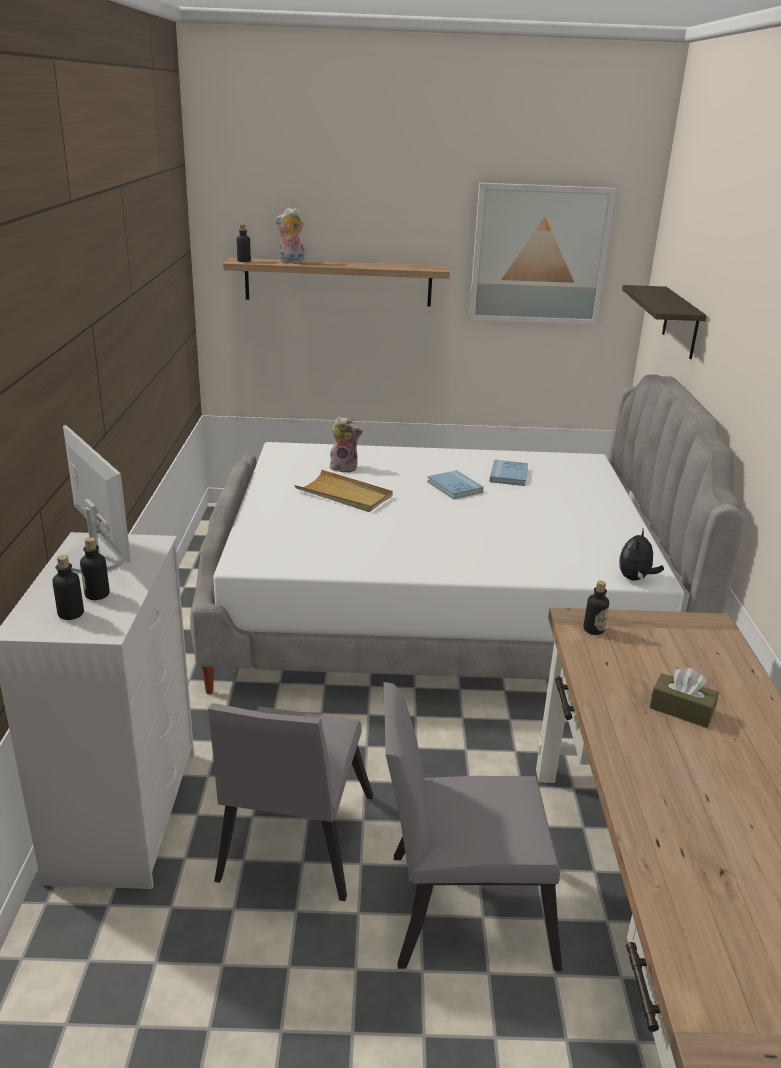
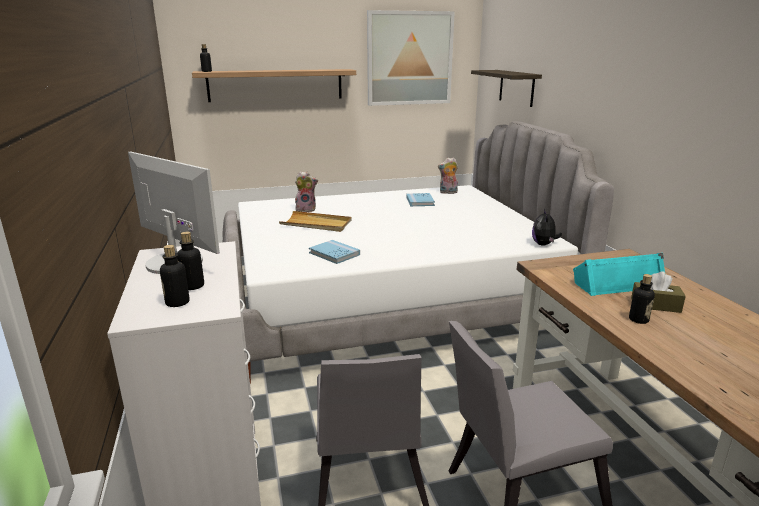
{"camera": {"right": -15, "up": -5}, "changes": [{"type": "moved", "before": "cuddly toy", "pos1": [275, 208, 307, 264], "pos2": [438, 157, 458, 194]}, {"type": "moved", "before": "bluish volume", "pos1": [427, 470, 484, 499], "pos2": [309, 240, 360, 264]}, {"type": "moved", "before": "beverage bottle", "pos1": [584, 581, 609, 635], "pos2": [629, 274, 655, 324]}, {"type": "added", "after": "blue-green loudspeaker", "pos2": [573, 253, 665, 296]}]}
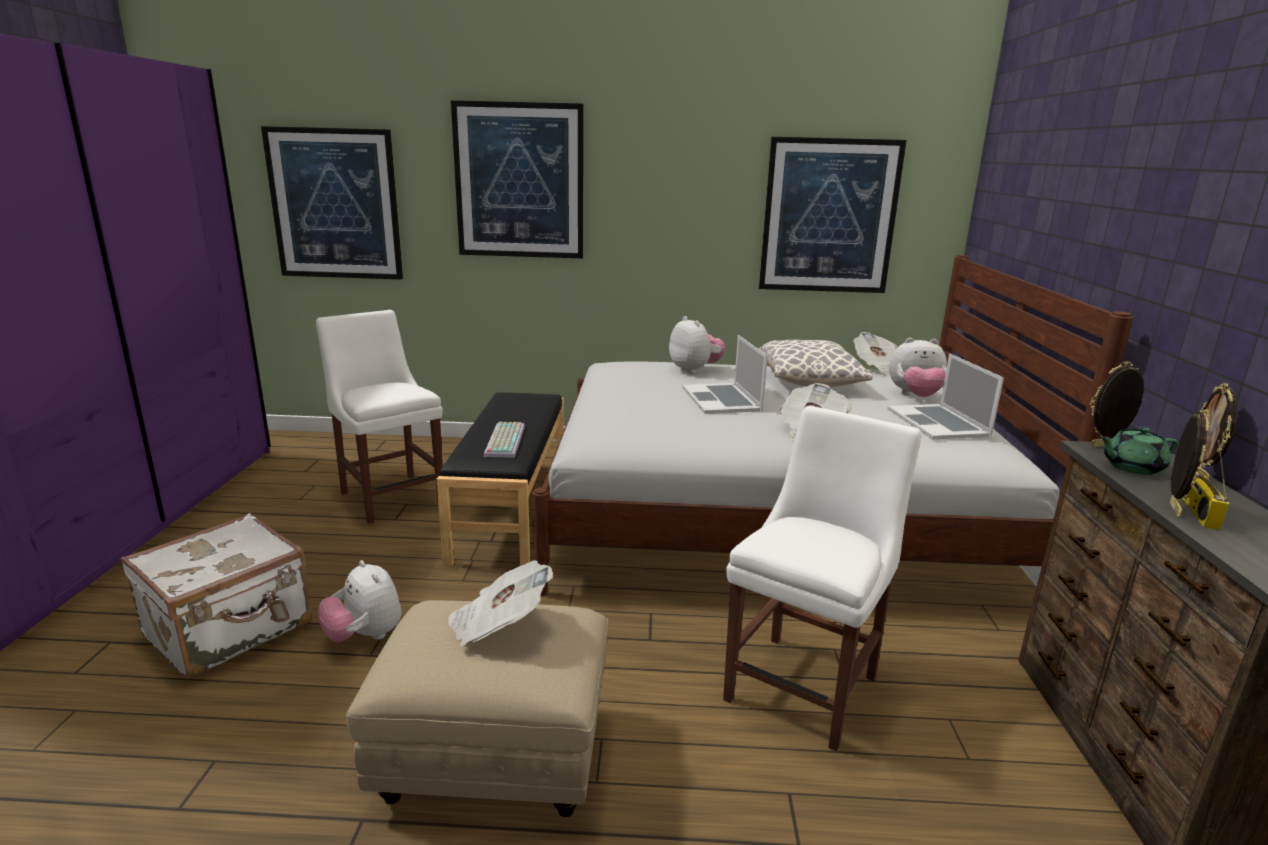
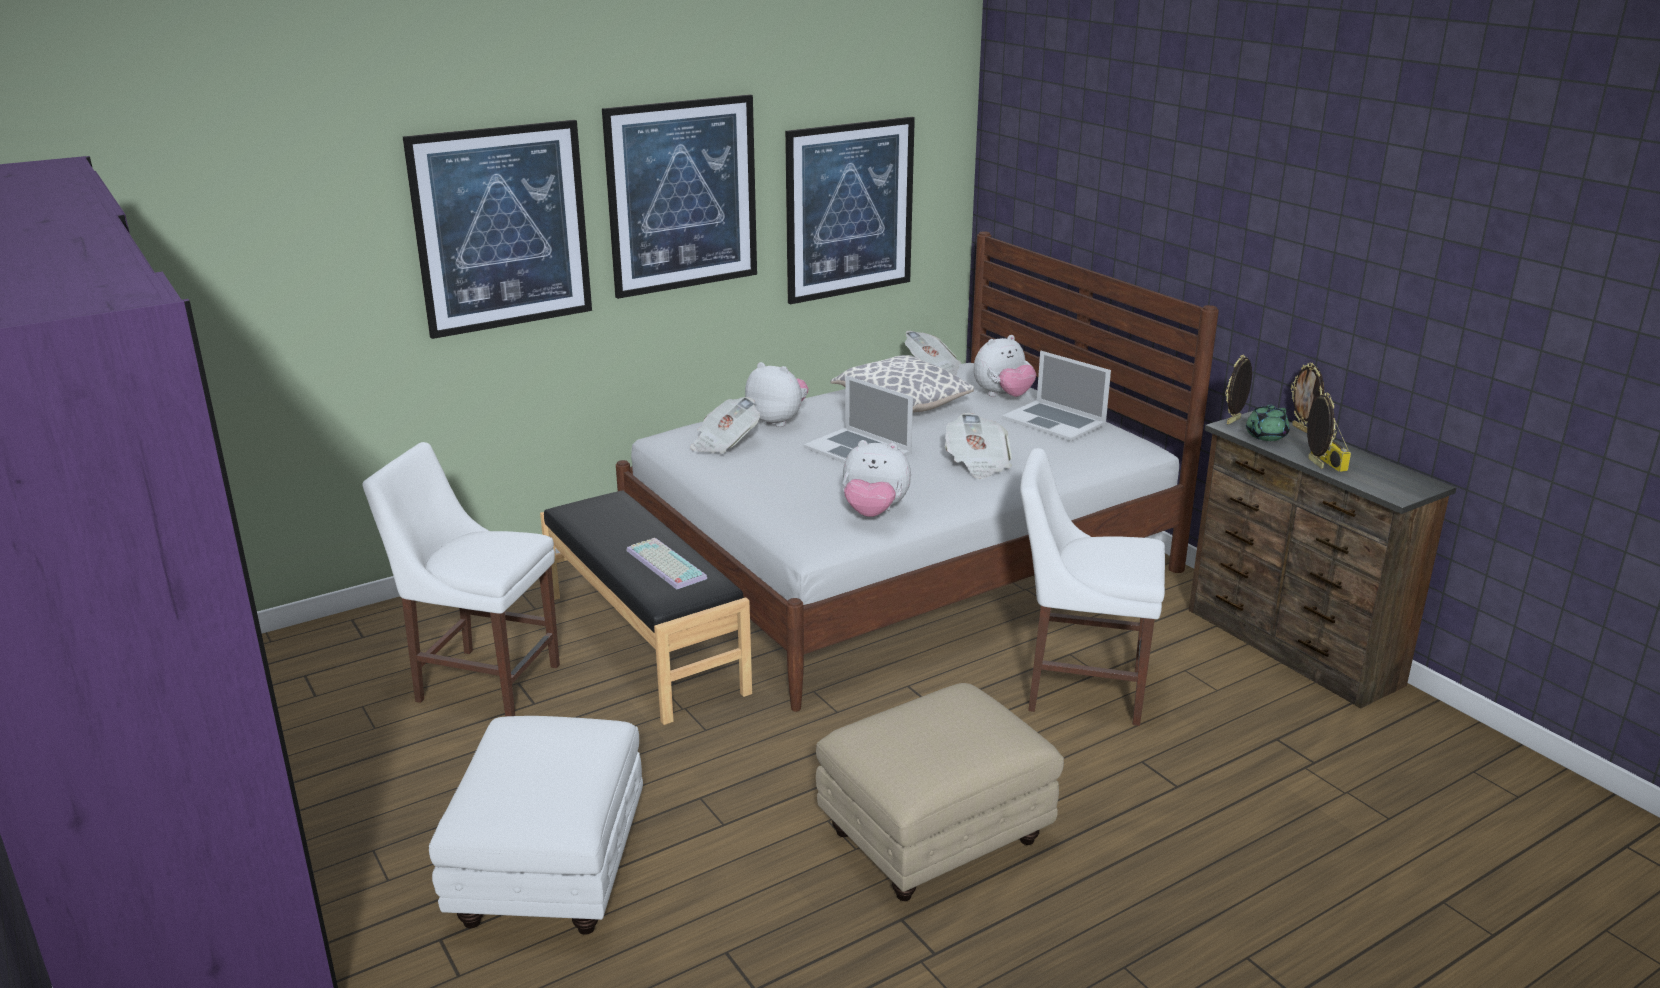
{"camera": {"right": -35, "up": 5}, "changes": [{"type": "moved", "before": "picture", "pos1": [261, 126, 403, 279], "pos2": [602, 94, 757, 299]}, {"type": "turned", "before": "white upright chair", "pos1": [723, 406, 921, 751], "pos2": [1020, 448, 1165, 726], "turn": -75}, {"type": "replaced", "before": "white piece of luggage", "after": "white pouffe", "pos1": [121, 513, 312, 679], "pos2": [429, 716, 643, 935]}, {"type": "moved", "before": "cuddly toy", "pos1": [318, 560, 402, 642], "pos2": [843, 440, 911, 517]}, {"type": "moved", "before": "printed paper", "pos1": [448, 560, 553, 647], "pos2": [690, 397, 760, 454]}]}
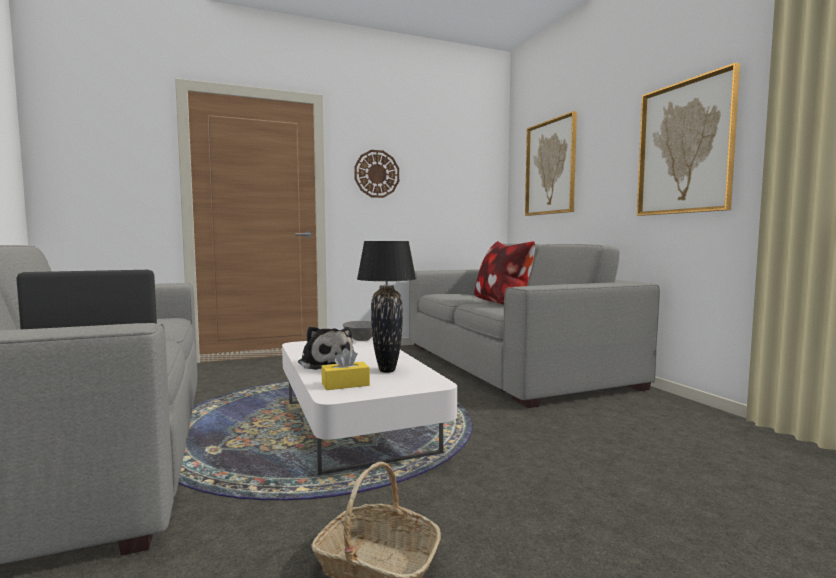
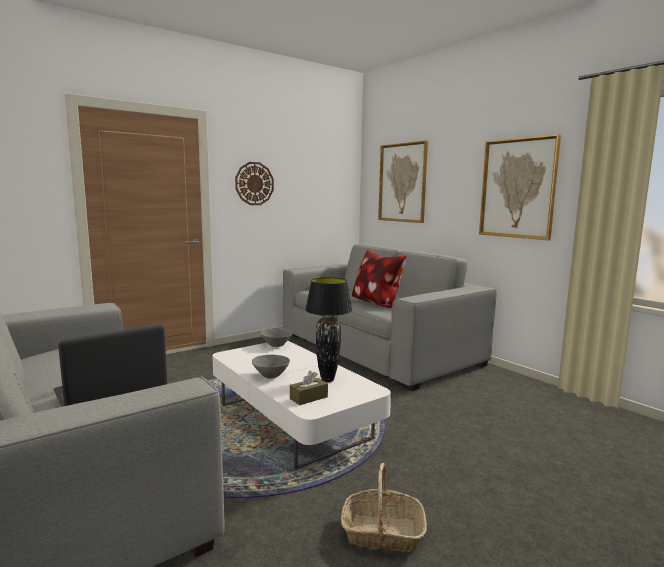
{"camera": {"right": -15, "up": 5}, "changes": [{"type": "replaced", "before": "cuddly toy", "after": "greyish deep dish", "pos1": [298, 327, 354, 370], "pos2": [252, 355, 290, 378]}, {"type": "recoloured", "before": "yellow tissue holder", "after": "brown tissue holder", "pos1": [321, 348, 370, 390], "pos2": [290, 371, 328, 405]}]}
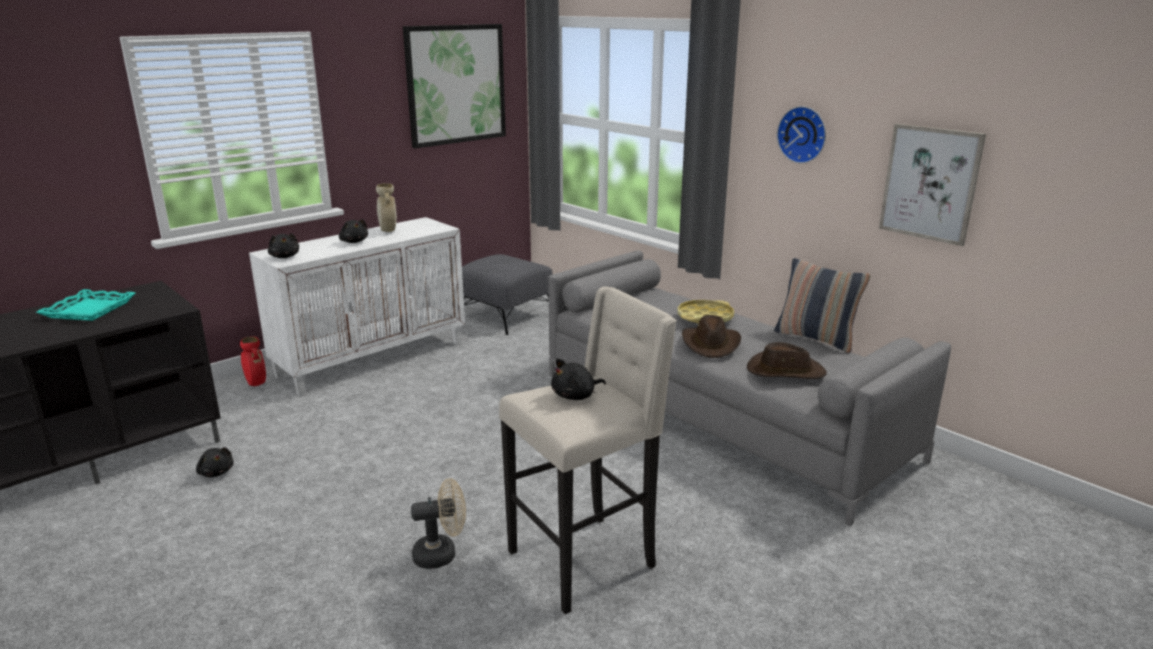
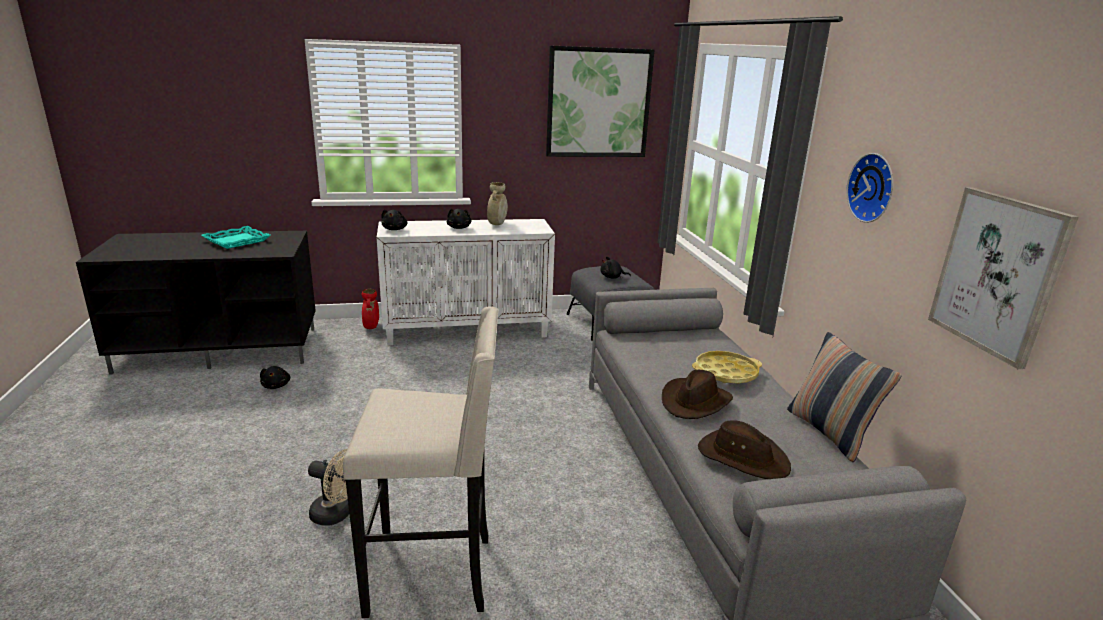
{"camera": {"right": 30, "up": 0}, "changes": [{"type": "moved", "before": "black-coloured cuddly toy", "pos1": [551, 358, 606, 400], "pos2": [601, 256, 631, 279]}]}
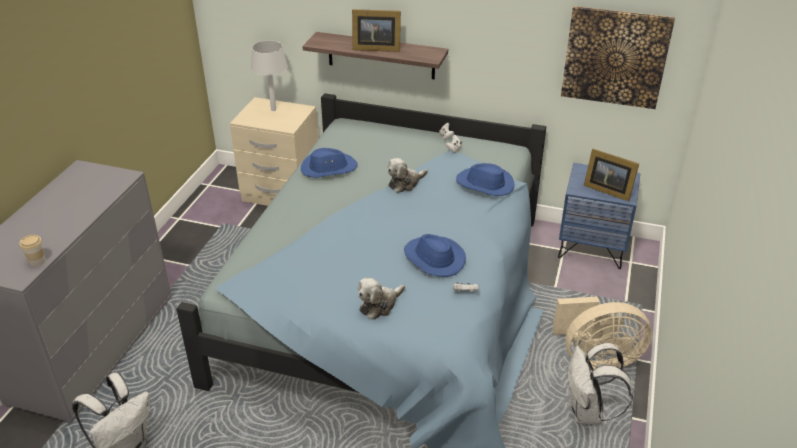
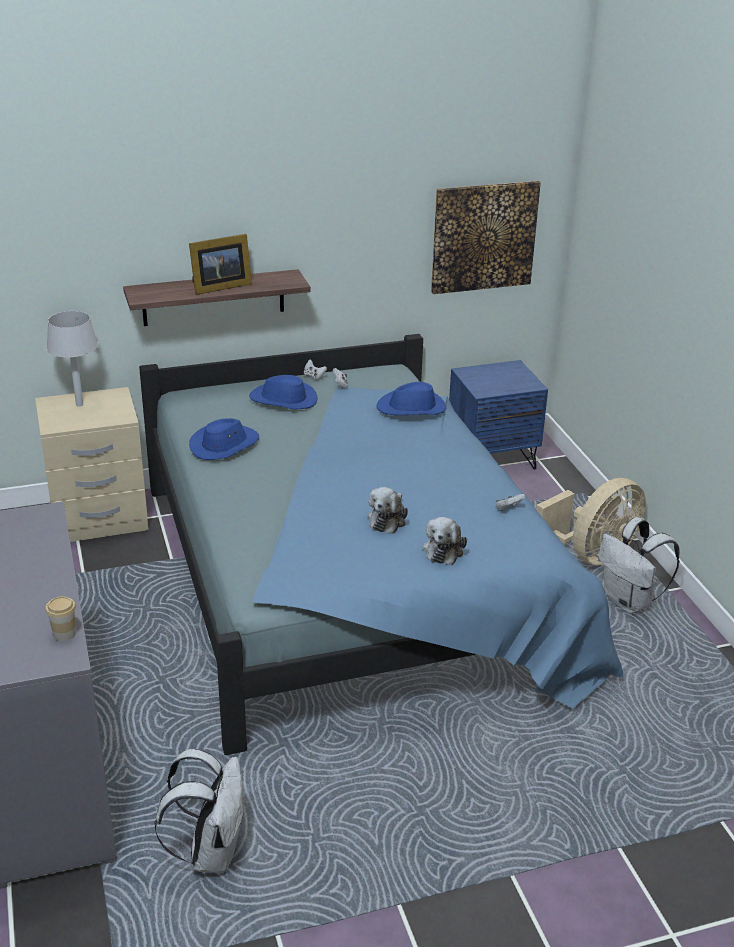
{"camera": {"right": -35, "up": -5}, "changes": [{"type": "removed", "before": "standing frame", "pos1": [584, 149, 639, 201]}, {"type": "moved", "before": "cuddly toy", "pos1": [387, 158, 428, 193], "pos2": [367, 487, 408, 534]}, {"type": "moved", "before": "bluish wearable hat", "pos1": [404, 234, 466, 277], "pos2": [249, 375, 317, 409]}]}
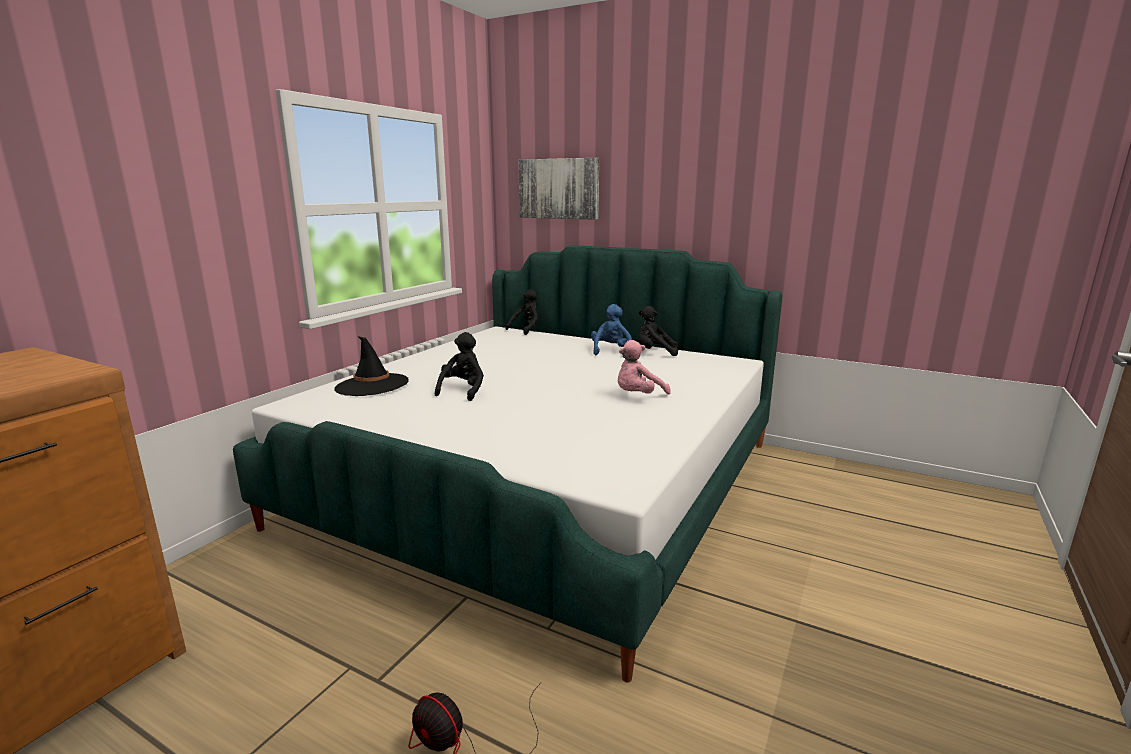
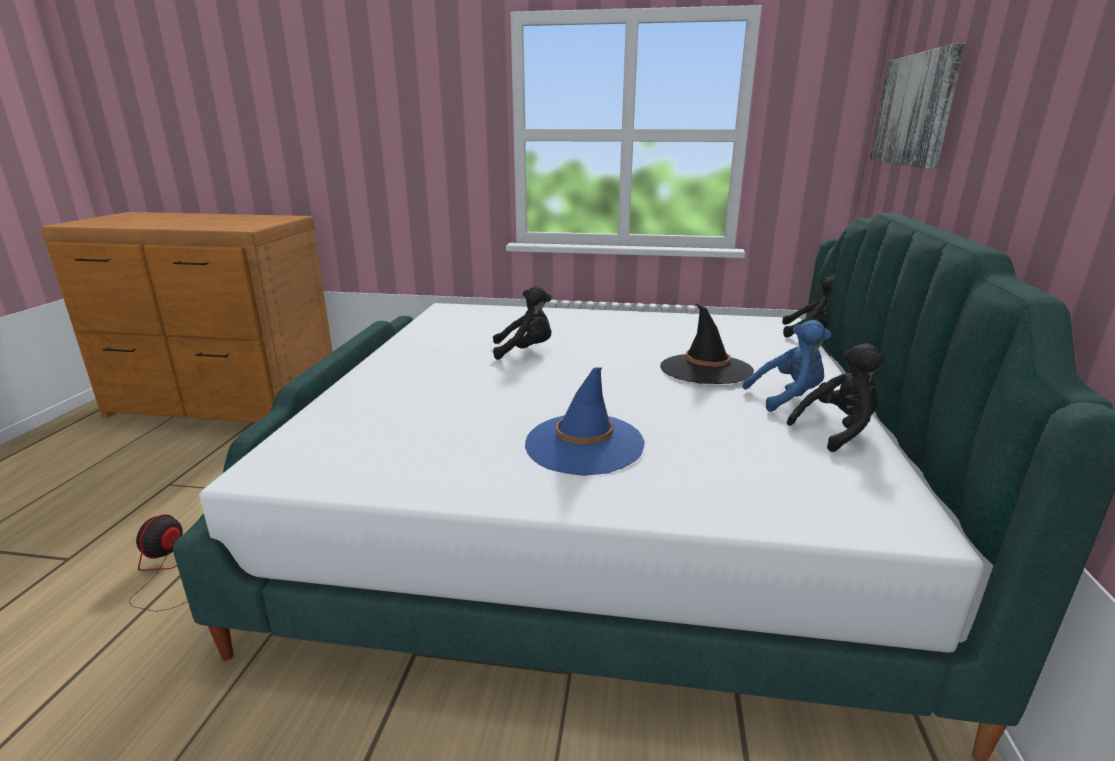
{"camera": {"right": 70, "up": 5}, "changes": [{"type": "turned", "before": "black-coloured cuddly toy", "pos1": [637, 306, 678, 356], "pos2": [787, 344, 885, 452], "turn": 75}, {"type": "moved", "before": "black-coloured wearable hat", "pos1": [334, 336, 409, 396], "pos2": [660, 303, 754, 384]}, {"type": "replaced", "before": "pinkish cuddly toy", "after": "bluish wearable hat", "pos1": [618, 340, 671, 395], "pos2": [525, 367, 645, 476]}]}
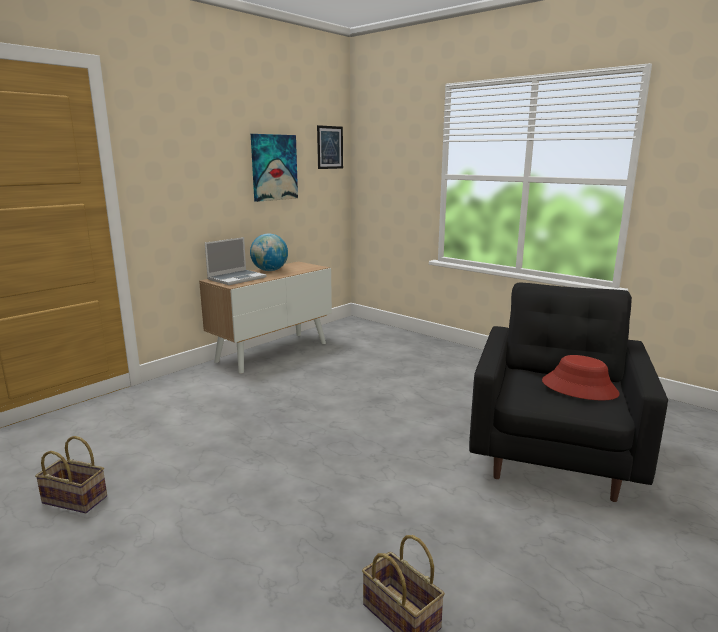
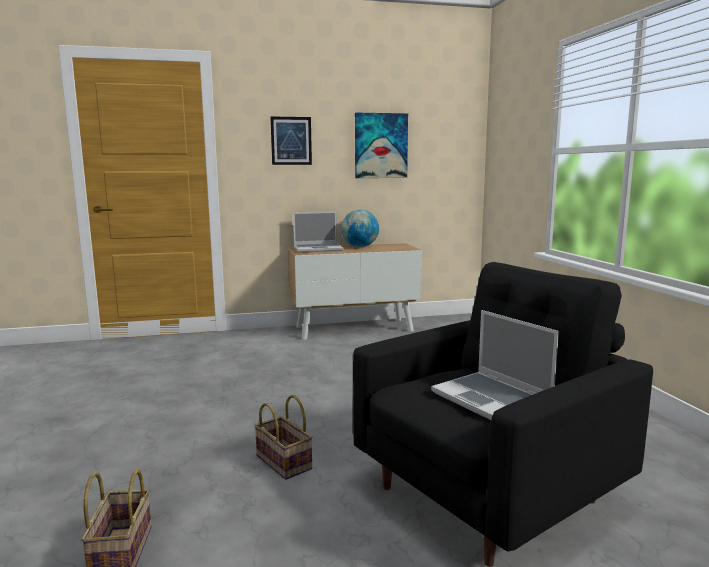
{"camera": {"right": 35, "up": -5}, "changes": [{"type": "moved", "before": "picture", "pos1": [317, 125, 343, 169], "pos2": [270, 116, 312, 165]}, {"type": "replaced", "before": "reddish wearable hat", "after": "laptop", "pos1": [542, 355, 620, 400], "pos2": [431, 310, 559, 420]}, {"type": "moved", "before": "storage basket", "pos1": [35, 436, 107, 513], "pos2": [254, 395, 313, 480]}]}
